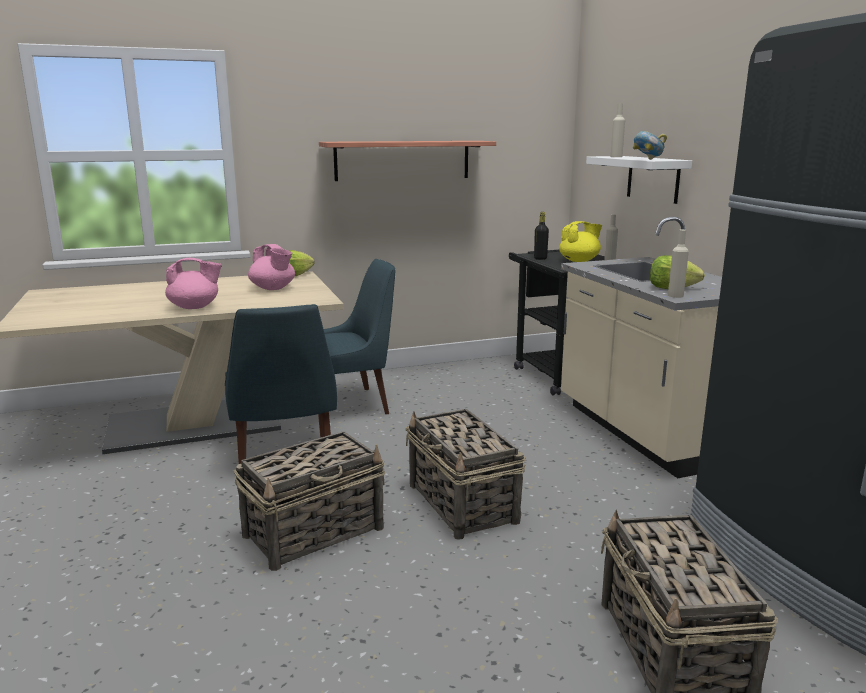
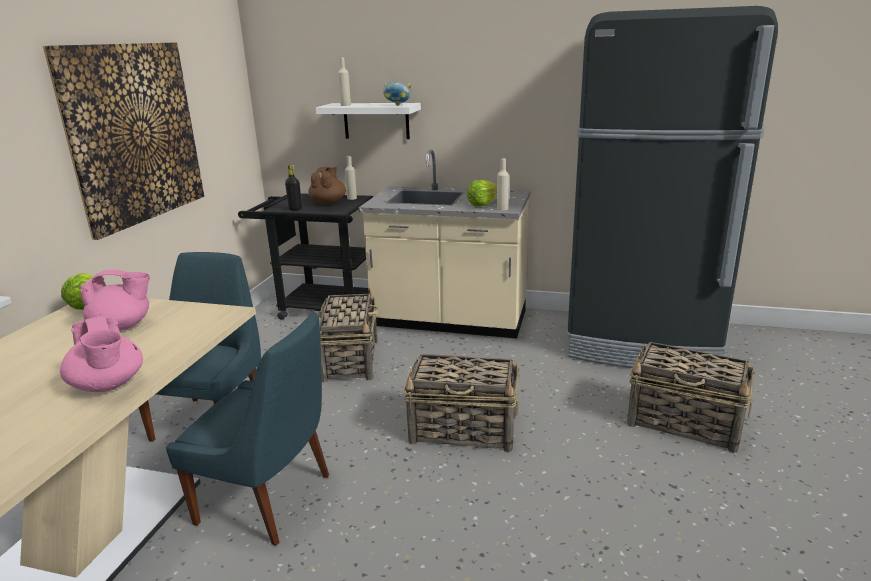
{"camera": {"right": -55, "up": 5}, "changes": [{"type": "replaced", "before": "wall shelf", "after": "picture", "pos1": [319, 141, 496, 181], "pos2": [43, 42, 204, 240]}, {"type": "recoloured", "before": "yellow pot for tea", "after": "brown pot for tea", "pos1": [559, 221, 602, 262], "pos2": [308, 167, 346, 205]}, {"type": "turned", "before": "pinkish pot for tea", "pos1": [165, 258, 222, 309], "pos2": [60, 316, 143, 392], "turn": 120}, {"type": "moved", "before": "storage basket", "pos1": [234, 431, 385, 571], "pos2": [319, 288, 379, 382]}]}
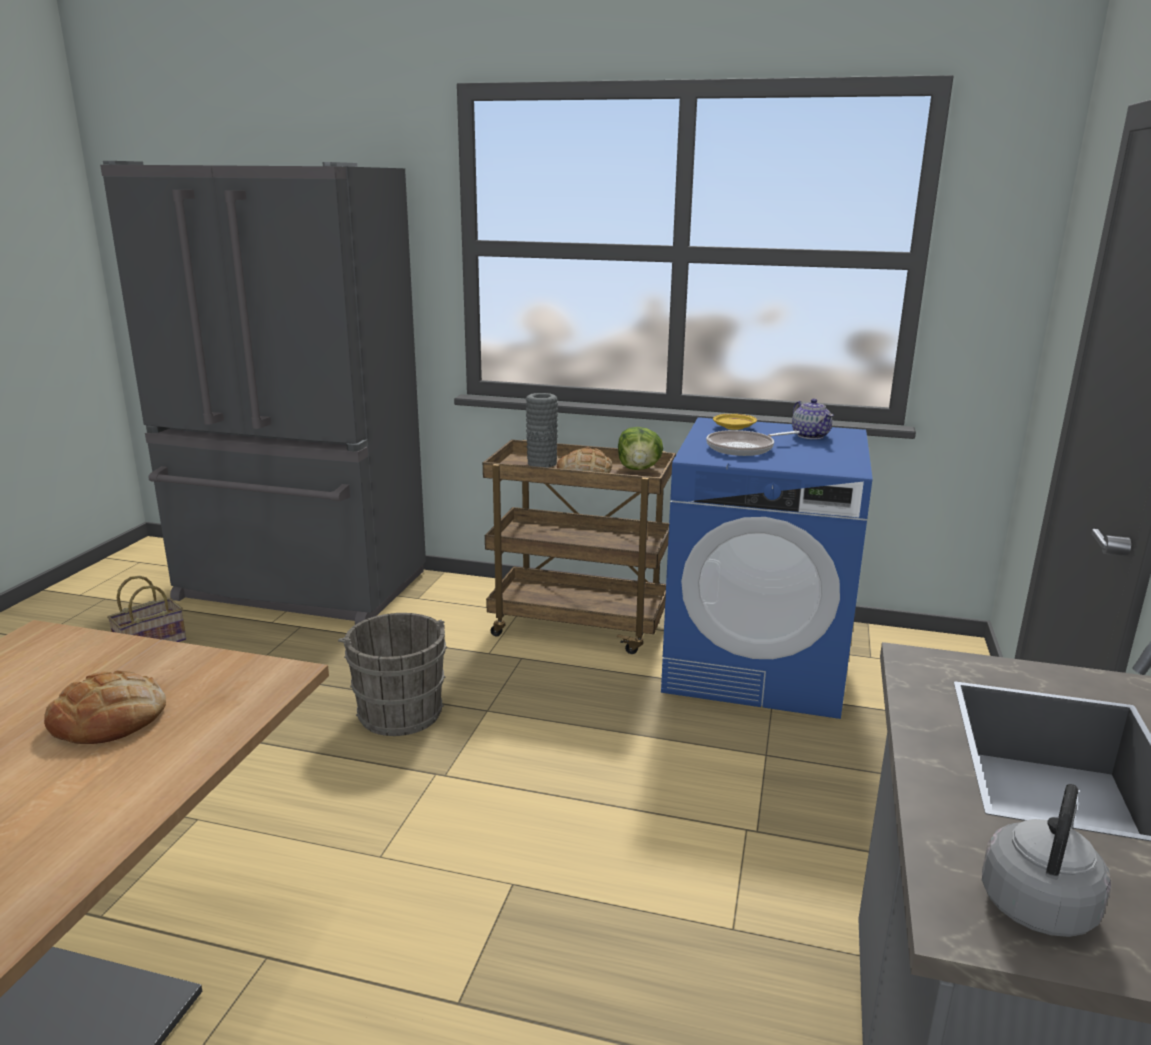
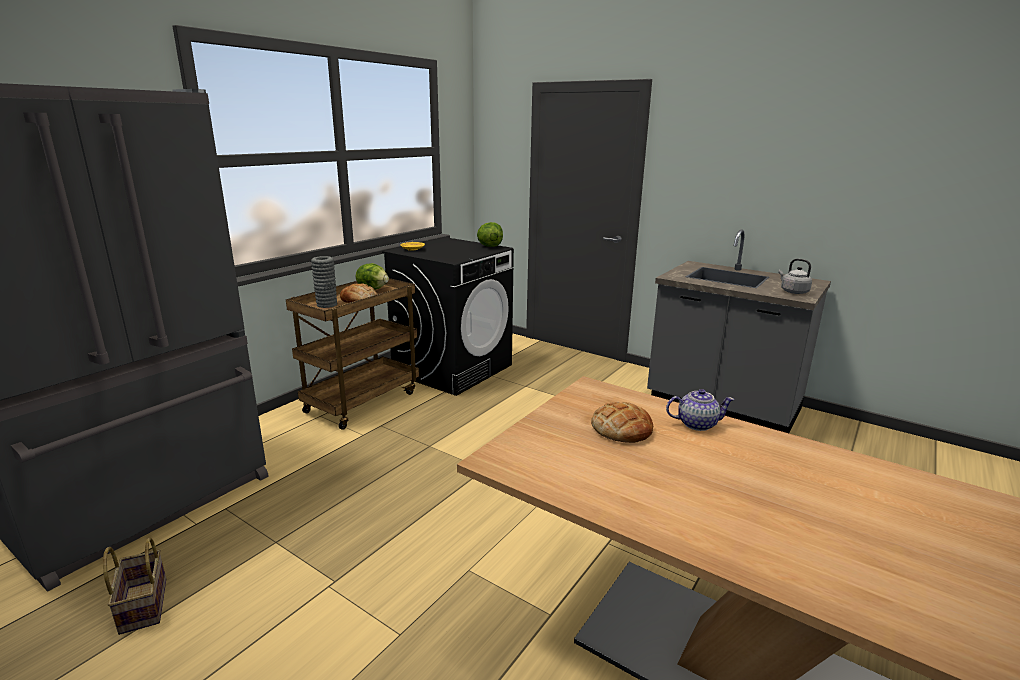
{"camera": {"right": -70, "up": 0}, "changes": [{"type": "moved", "before": "pot for tea", "pos1": [792, 399, 833, 439], "pos2": [666, 389, 735, 431]}, {"type": "recoloured", "before": "bluish washing machine", "after": "black-coloured washing machine", "pos1": [661, 417, 872, 719], "pos2": [382, 237, 514, 396]}, {"type": "removed", "before": "frying pan", "pos1": [706, 430, 800, 456]}, {"type": "removed", "before": "greyish water bucket", "pos1": [338, 613, 447, 736]}, {"type": "added", "after": "head of lettuce", "pos2": [477, 222, 503, 247]}]}
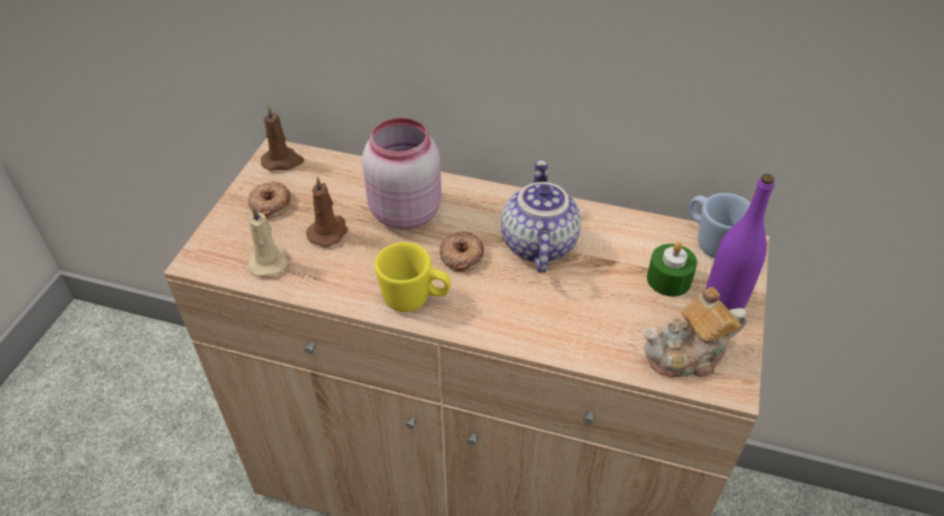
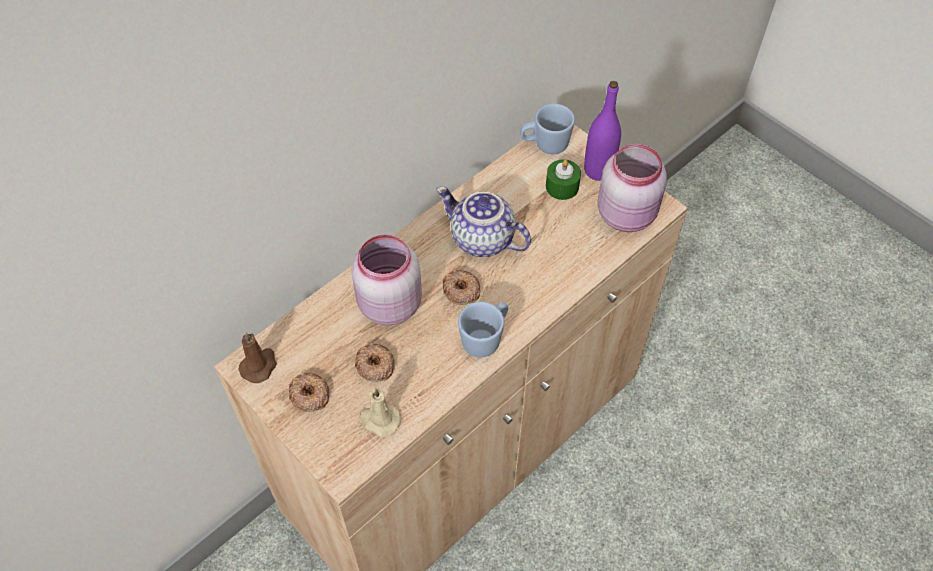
{"camera": {"right": -60, "up": 10}, "changes": [{"type": "replaced", "before": "brown candle", "after": "doughnut", "pos1": [306, 176, 348, 247], "pos2": [355, 343, 395, 382]}, {"type": "recoloured", "before": "yellow coffee mug", "after": "bluish coffee mug", "pos1": [375, 242, 451, 312], "pos2": [458, 302, 508, 358]}, {"type": "replaced", "before": "pot for tea", "after": "pinkish preserve jar", "pos1": [643, 287, 748, 377], "pos2": [597, 144, 667, 232]}]}
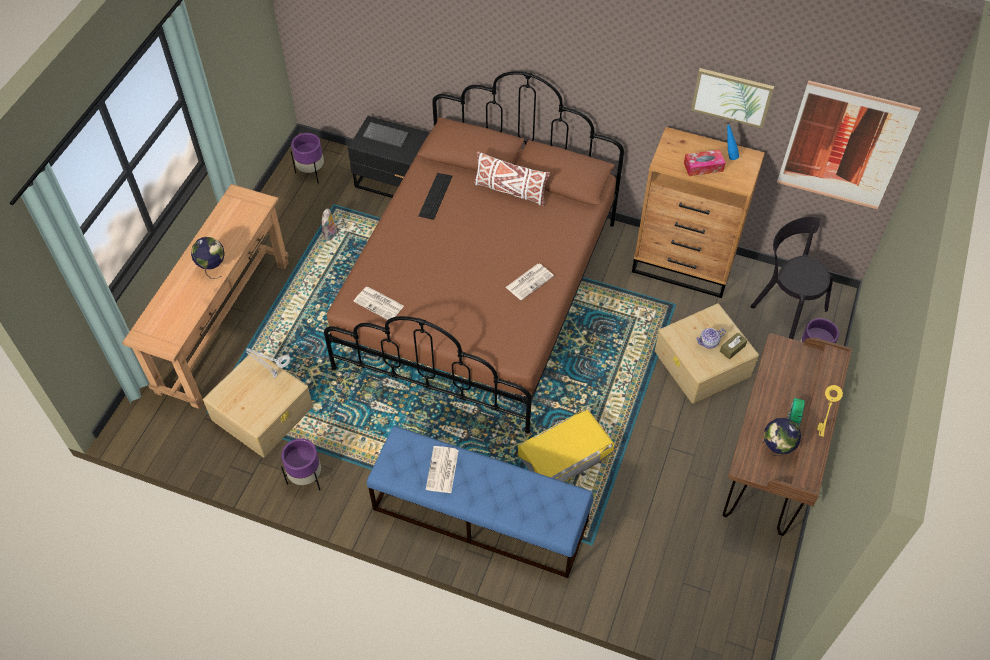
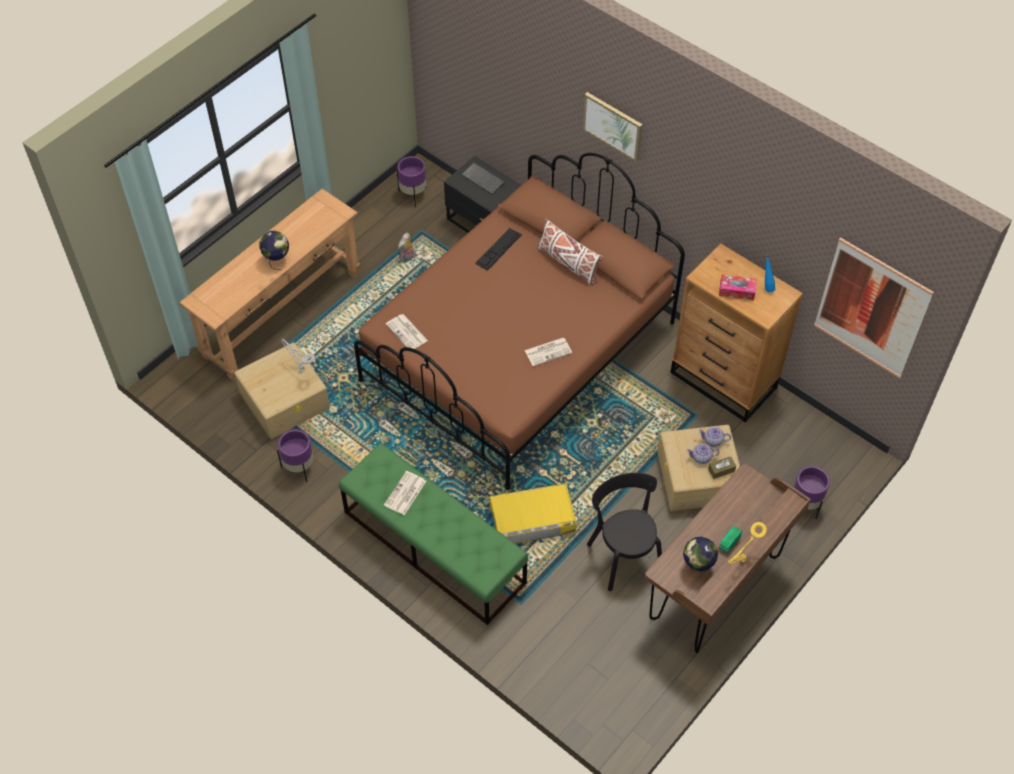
{"camera": {"right": 20, "up": 0}, "changes": [{"type": "moved", "before": "picture", "pos1": [691, 68, 774, 129], "pos2": [583, 92, 643, 162]}, {"type": "moved", "before": "black-coloured upright chair", "pos1": [750, 217, 833, 339], "pos2": [587, 473, 662, 591]}, {"type": "recoloured", "before": "bluish long seat", "after": "green-coloured long seat", "pos1": [367, 426, 593, 578], "pos2": [339, 444, 528, 625]}, {"type": "added", "after": "pot for tea", "pos2": [699, 427, 731, 447]}]}
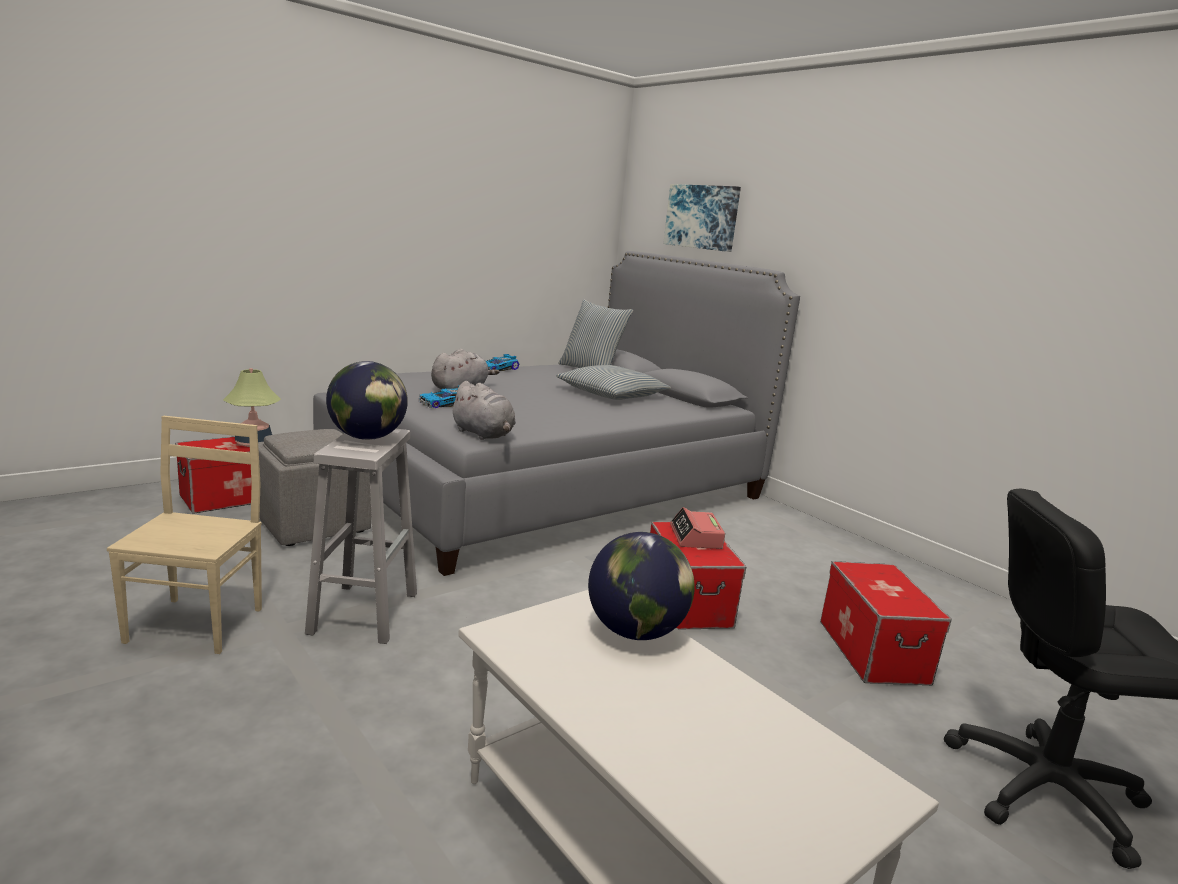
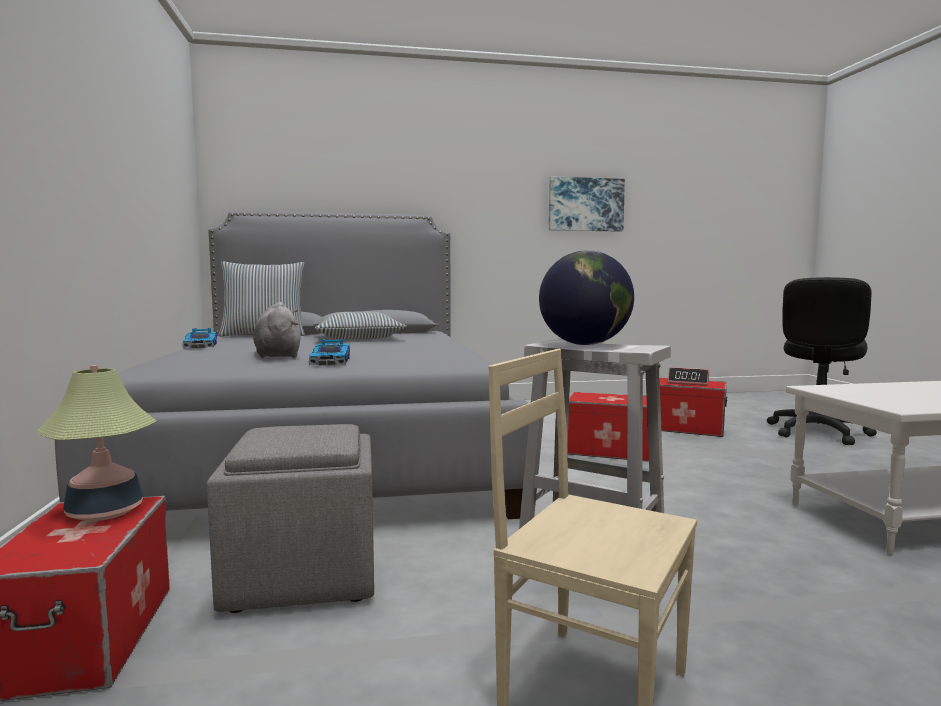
{"camera": {"right": -60, "up": -10}, "changes": [{"type": "moved", "before": "picture", "pos1": [663, 184, 741, 252], "pos2": [549, 176, 625, 232]}, {"type": "removed", "before": "greyish cuddly toy", "pos1": [450, 381, 516, 440]}, {"type": "moved", "before": "table clock", "pos1": [670, 507, 725, 549], "pos2": [668, 367, 709, 386]}, {"type": "removed", "before": "world globe", "pos1": [588, 532, 695, 640]}]}
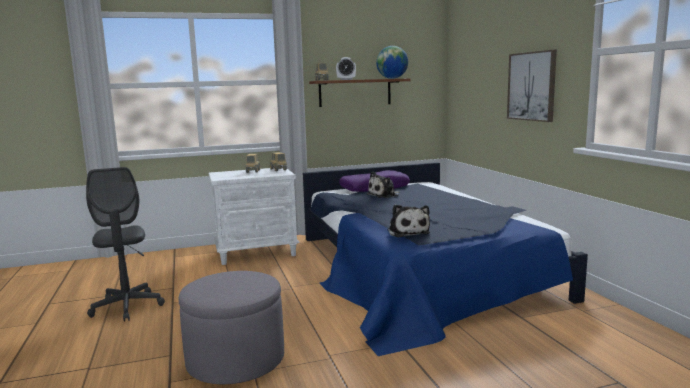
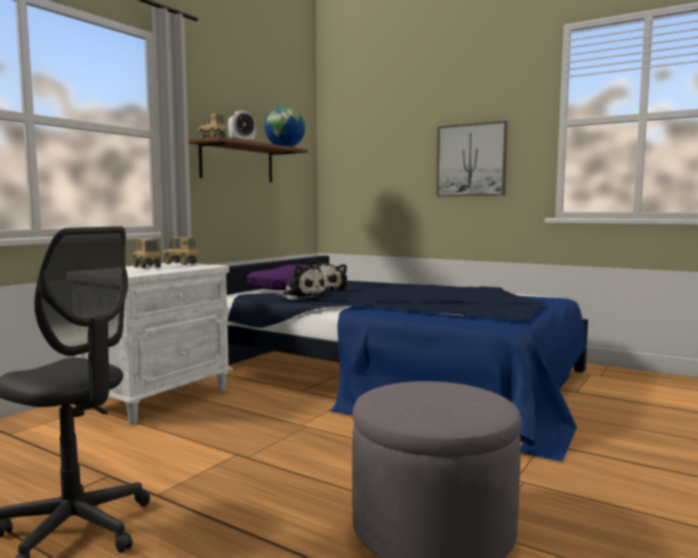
{"camera": {"right": -40, "up": -5}, "changes": [{"type": "moved", "before": "cuddly toy", "pos1": [387, 204, 430, 237], "pos2": [276, 265, 327, 300]}]}
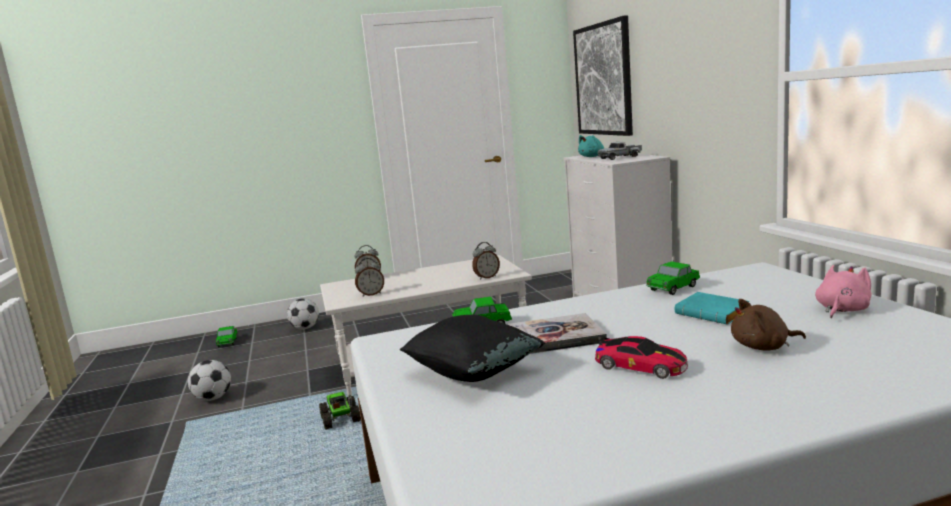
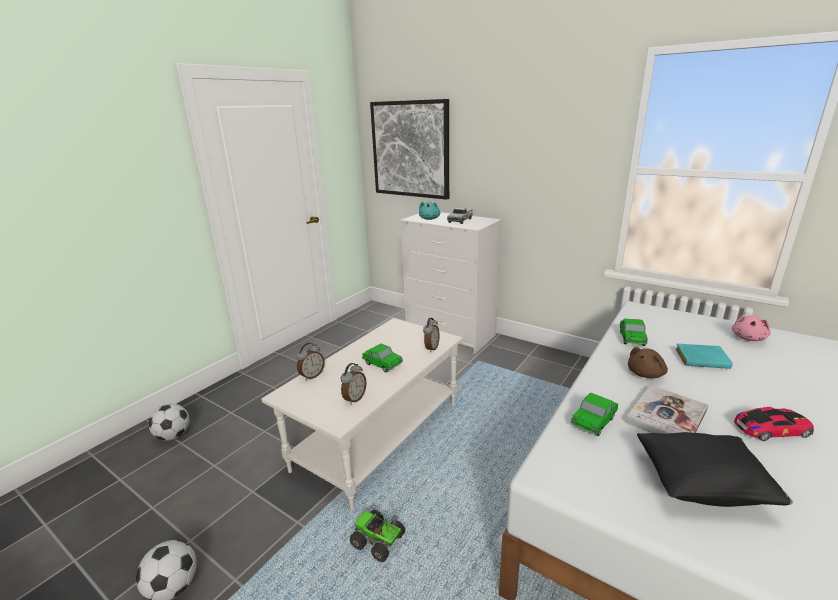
{"camera": {"right": -40, "up": 10}, "changes": [{"type": "turned", "before": "pinkish cuddly toy", "pos1": [815, 265, 871, 318], "pos2": [732, 315, 771, 341], "turn": -150}, {"type": "moved", "before": "brown cuddly toy", "pos1": [731, 299, 806, 351], "pos2": [628, 347, 668, 378]}, {"type": "moved", "before": "model car", "pos1": [216, 326, 237, 347], "pos2": [362, 343, 403, 372]}]}
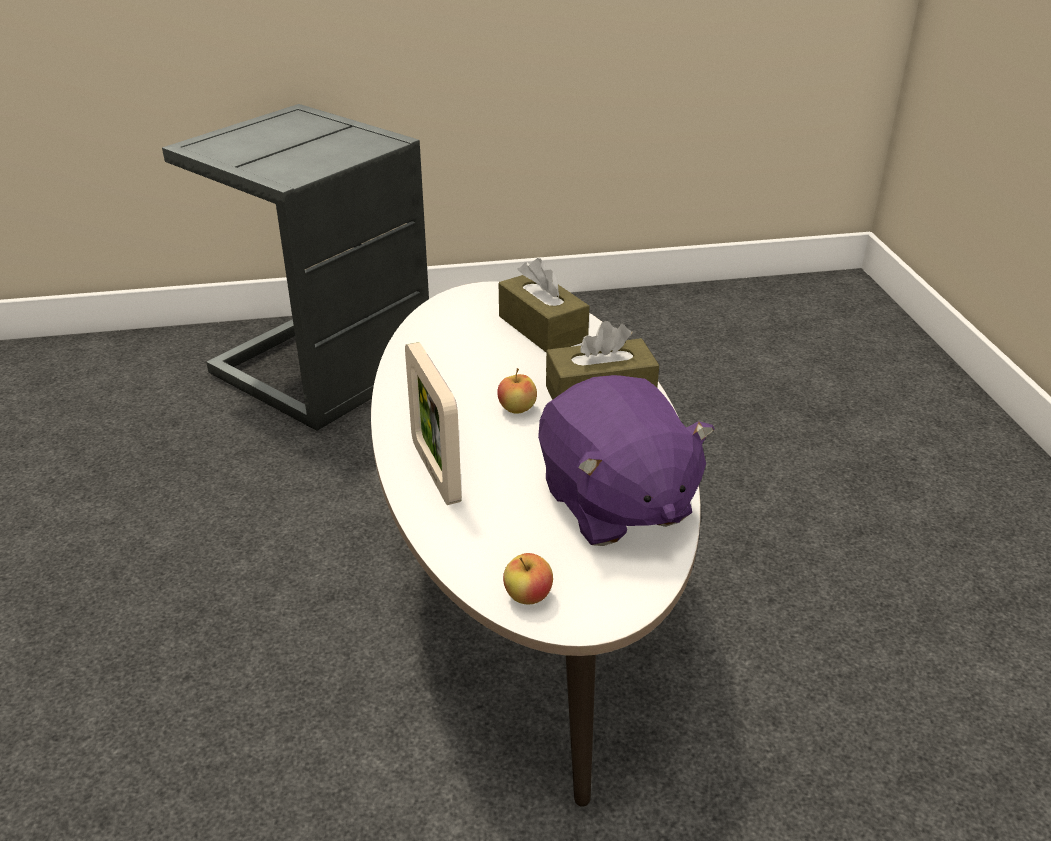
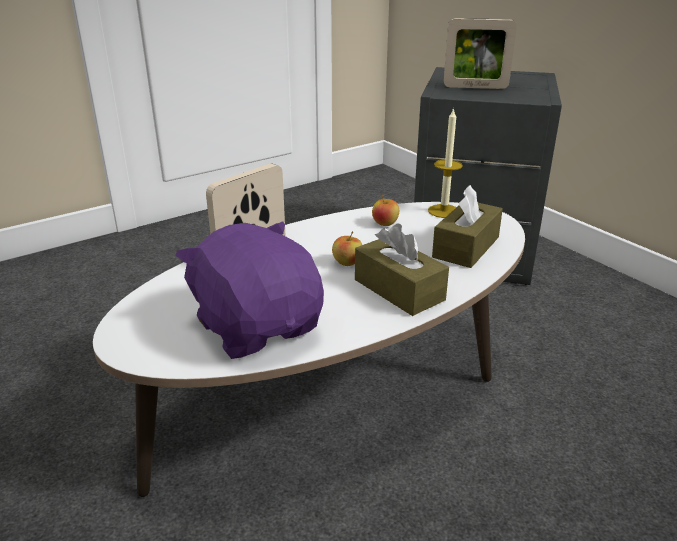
{"camera": {"right": 65, "up": -5}, "changes": [{"type": "turned", "before": "purplish cuddly toy", "pos1": [538, 375, 715, 546], "pos2": [175, 222, 324, 359], "turn": 105}, {"type": "moved", "before": "apple", "pos1": [503, 553, 553, 605], "pos2": [372, 194, 399, 226]}, {"type": "added", "after": "standing frame", "pos2": [444, 18, 517, 89]}, {"type": "added", "after": "candle", "pos2": [428, 107, 463, 218]}]}
